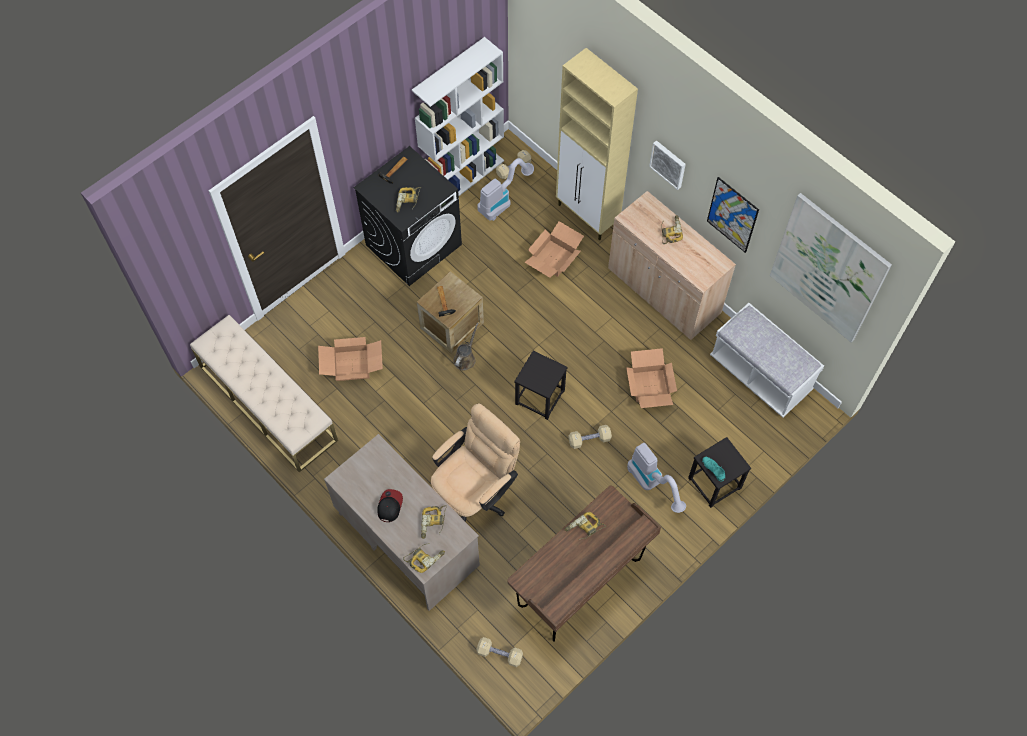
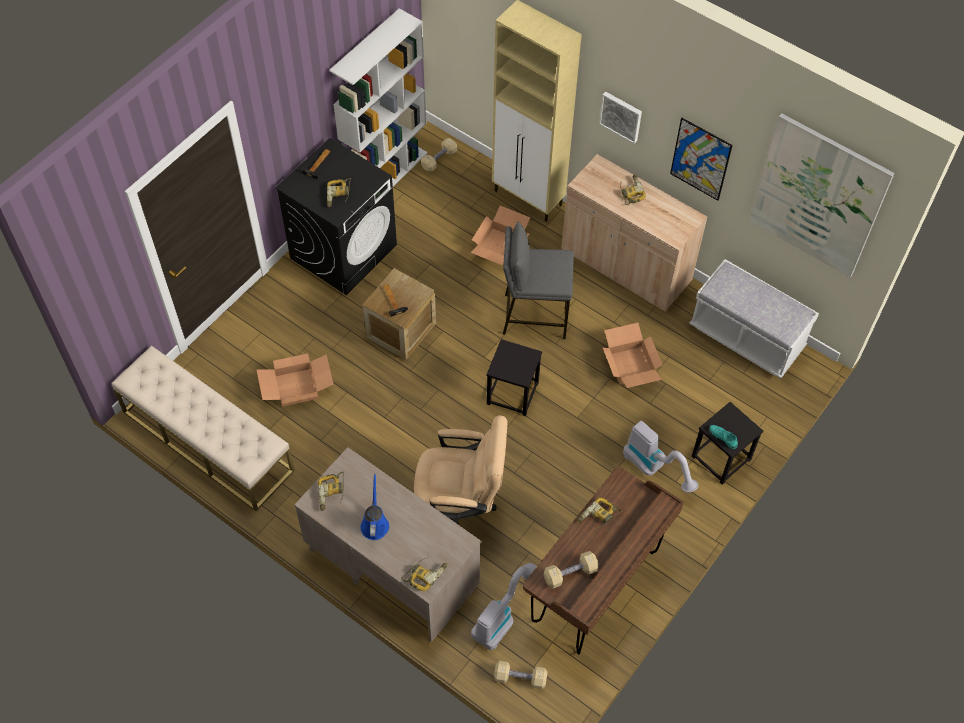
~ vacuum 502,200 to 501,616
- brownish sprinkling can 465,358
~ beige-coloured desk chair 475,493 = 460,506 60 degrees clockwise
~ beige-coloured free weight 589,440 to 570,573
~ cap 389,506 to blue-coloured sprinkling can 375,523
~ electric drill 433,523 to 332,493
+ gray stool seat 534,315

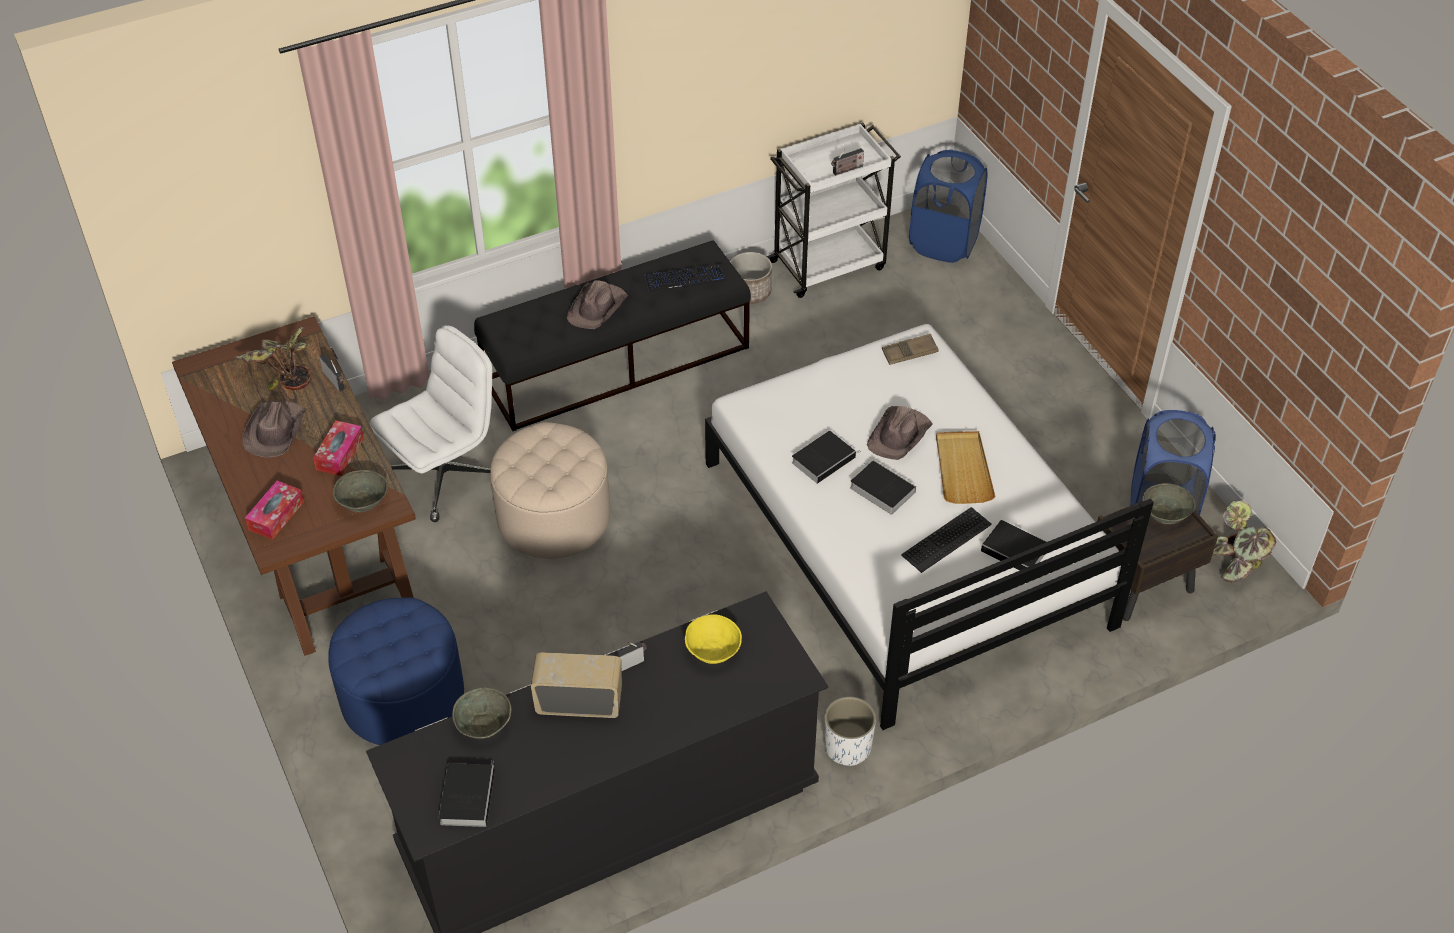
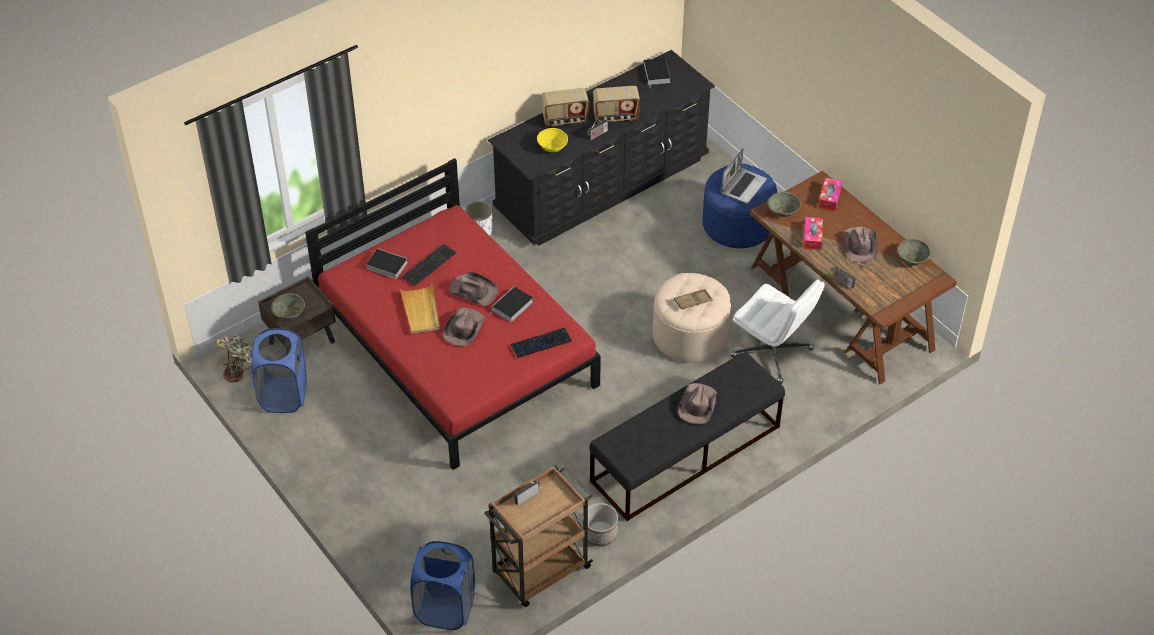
~ white cart 829,264 to brownish cart 540,571
~ PC keyboard 685,279 to 541,343
~ white bed 904,543 to reddish bed 457,349
~ white desk chair 445,476 = 773,353 90 degrees counterclockwise
- potted plant 278,373
~ brownish tray 909,352 to 692,301
~ volume 880,489 to brownish wearable hat 473,290
~ gray serving bowl 484,725 to 911,259
+ radio set 565,120
+ laptop 743,186

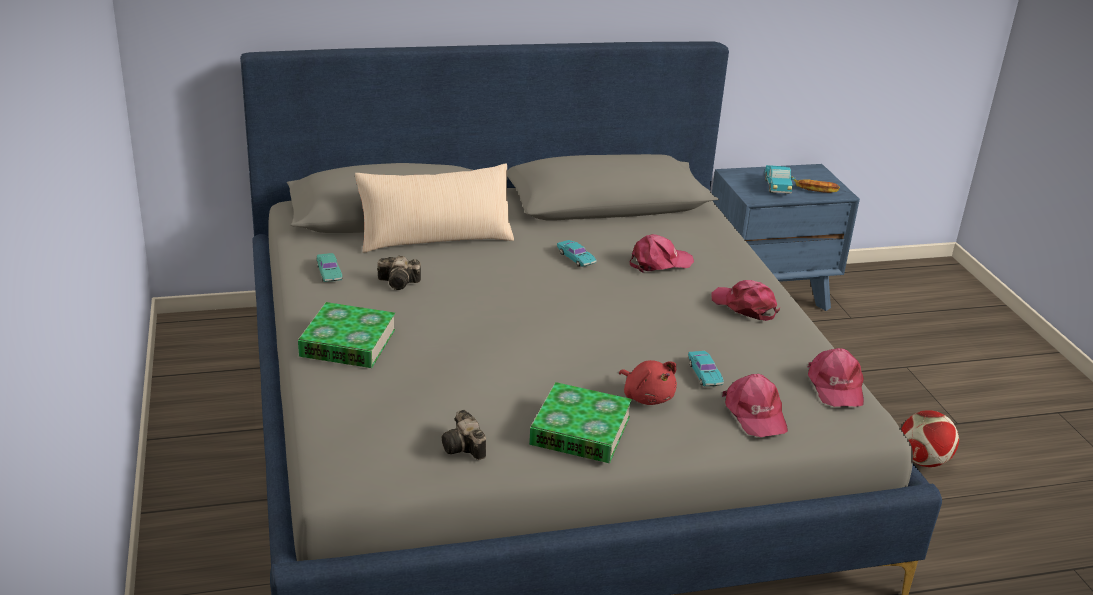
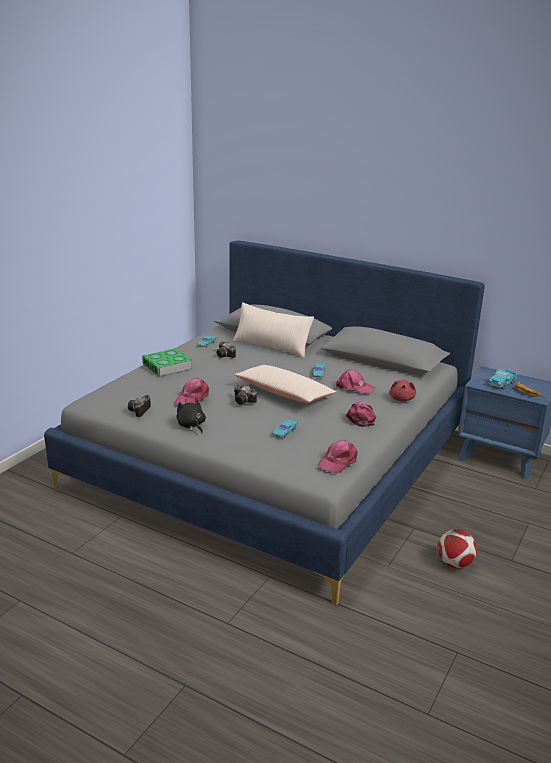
~ reddish cuddly toy 647,397 to 402,399
~ pink-coloured cap 754,413 to 193,397
~ volume 580,431 to black cuddly toy 191,425
+ beige-coloured throw pillow 284,393
+ still camera 244,401

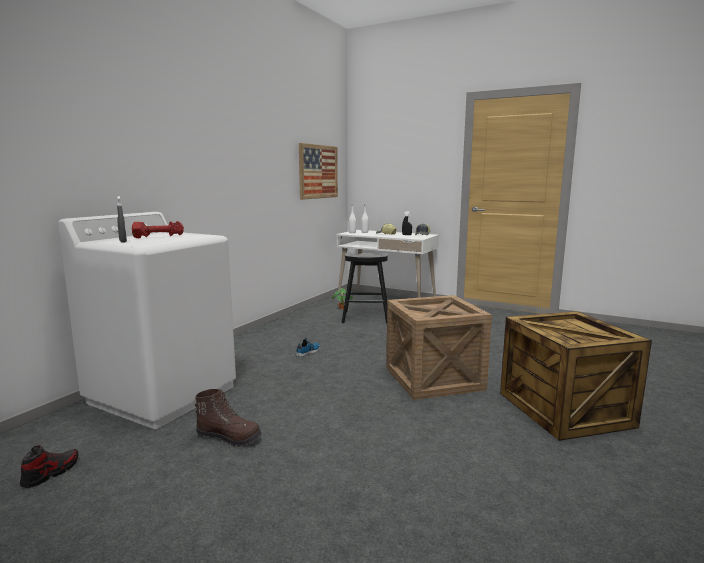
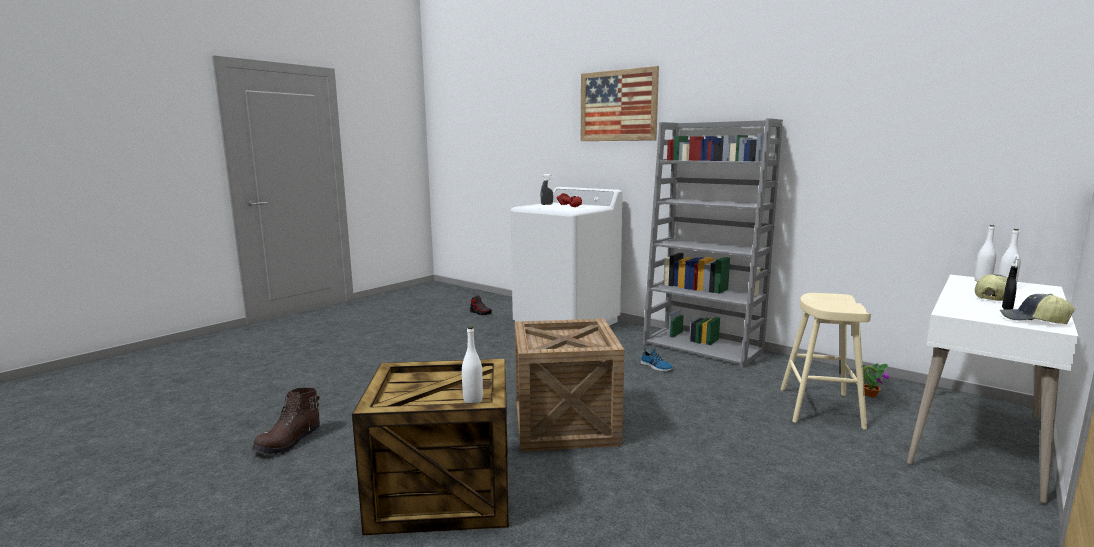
~ picture 318,171 to 618,105
~ black stool seat 366,318 to beige-coloured stool seat 820,408
~ brownish tall boot 229,437 to 289,442
+ gray bookcase 703,347
+ white drink bottle 473,400

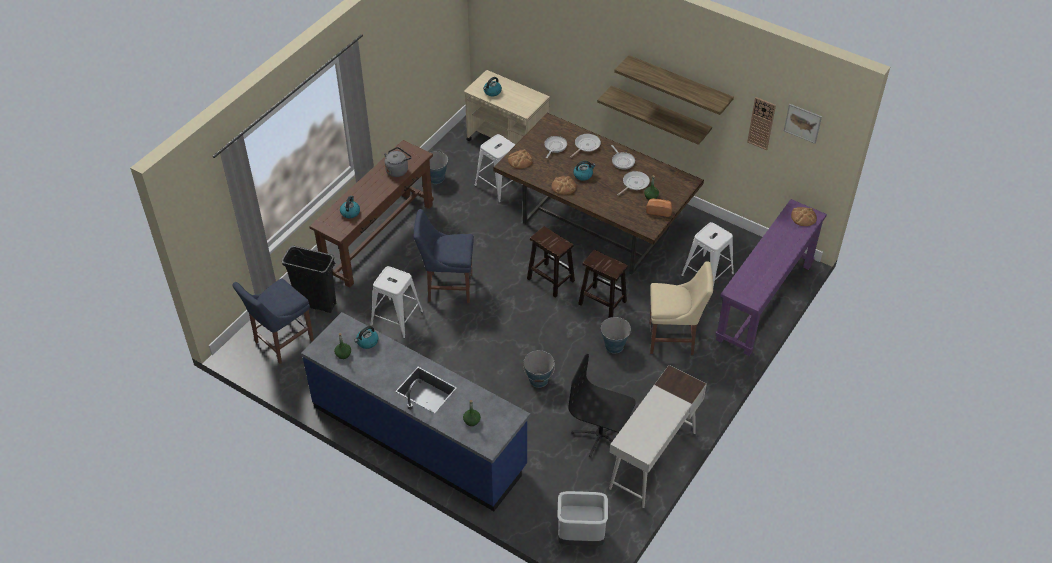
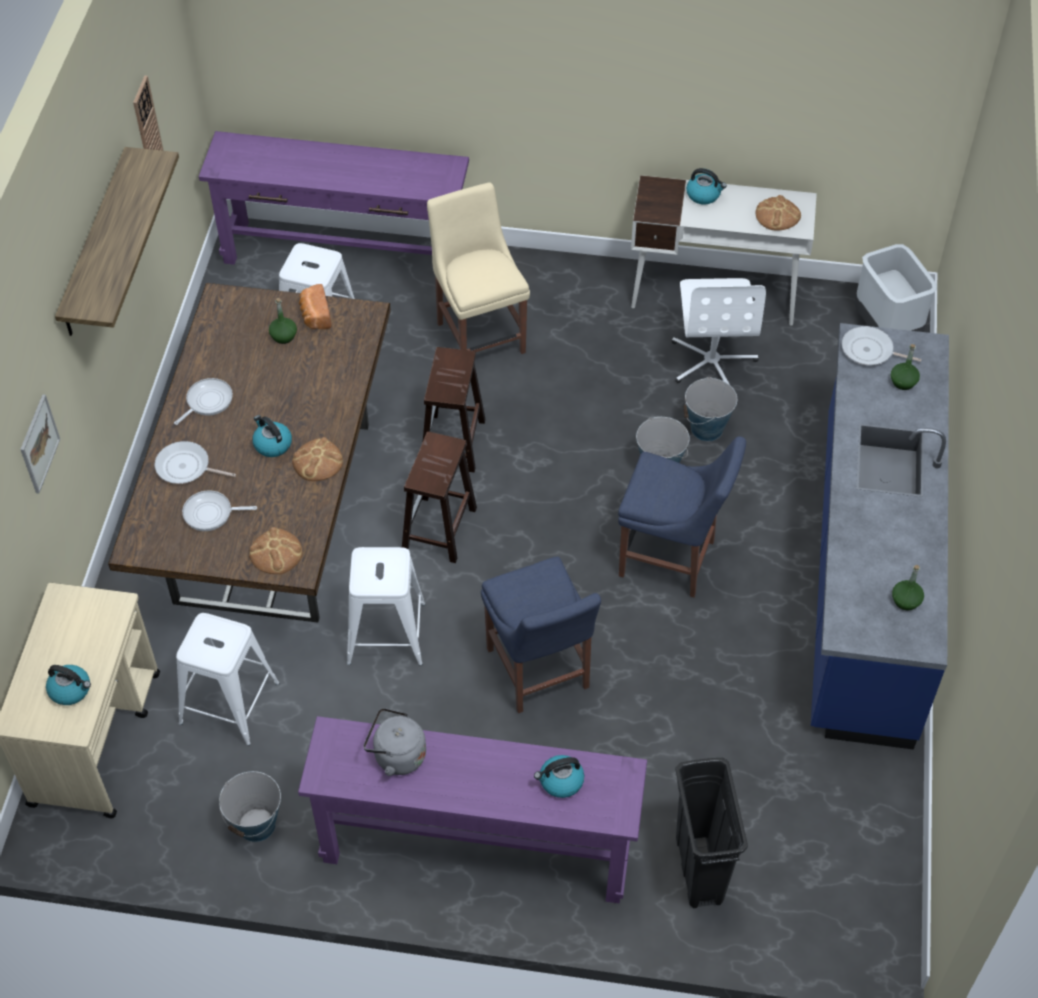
- shelf 660,114
~ picture 802,123 to 39,443
~ brownish hall table 379,238 to purple-coloured hall table 476,847
~ pan 634,183 to 870,351
~ bakery bread 803,217 to 777,215
~ white stool seat 397,318 to 386,633
~ blue-coloured chair 281,342 to 672,560
~ bucket 614,346 to 706,429
~ kettle 367,342 to 704,195
~ black desk chair 600,435 to white desk chair 712,361

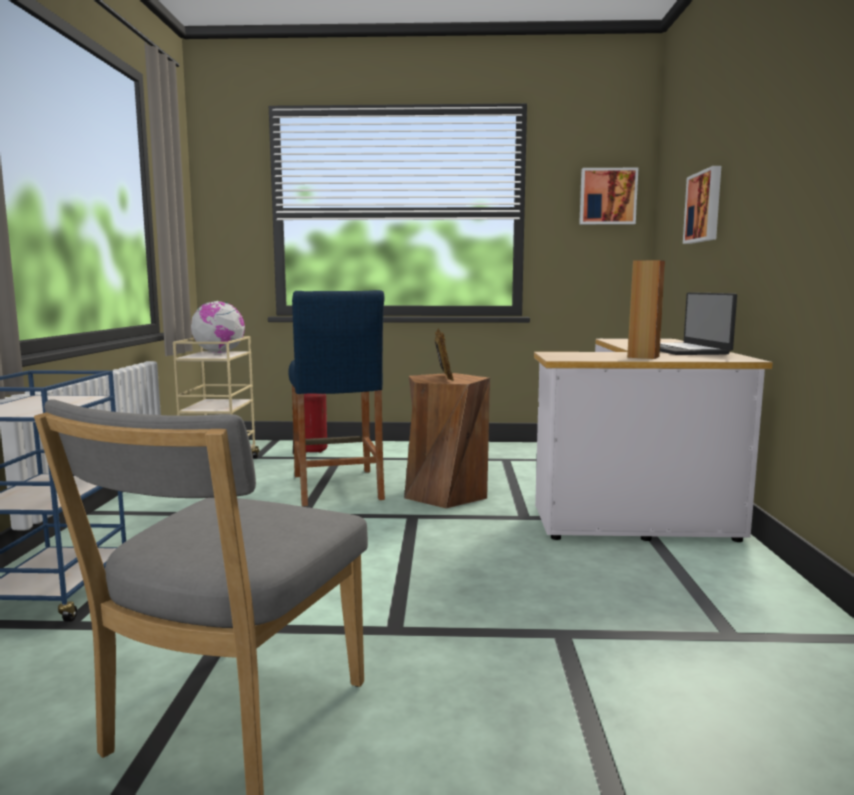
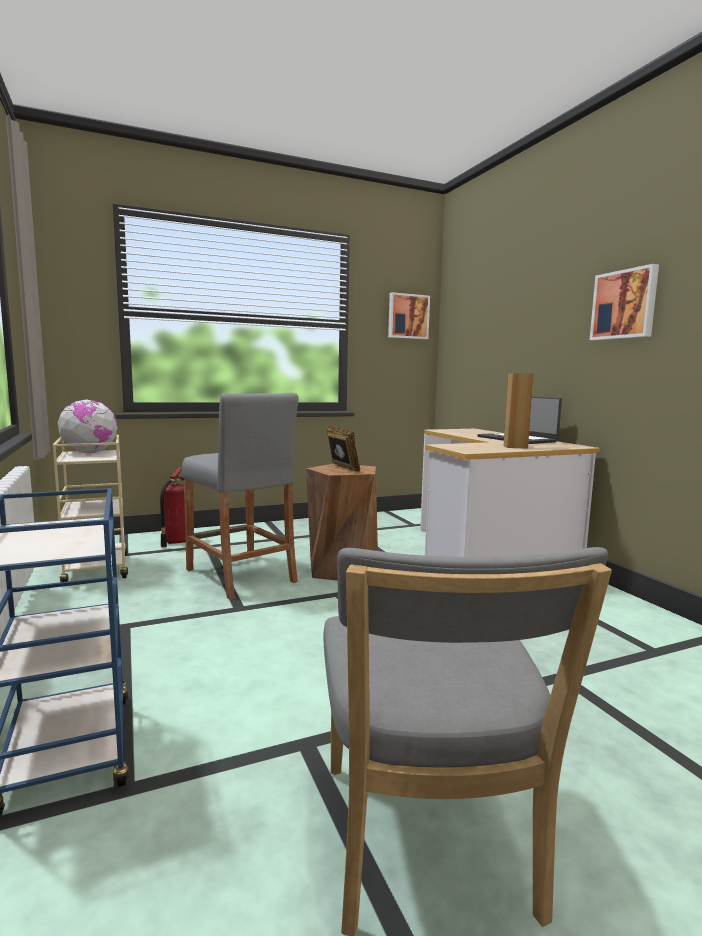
~ picture 705,207 to 625,305
~ blue-coloured stool seat 337,487 to gray stool seat 240,575

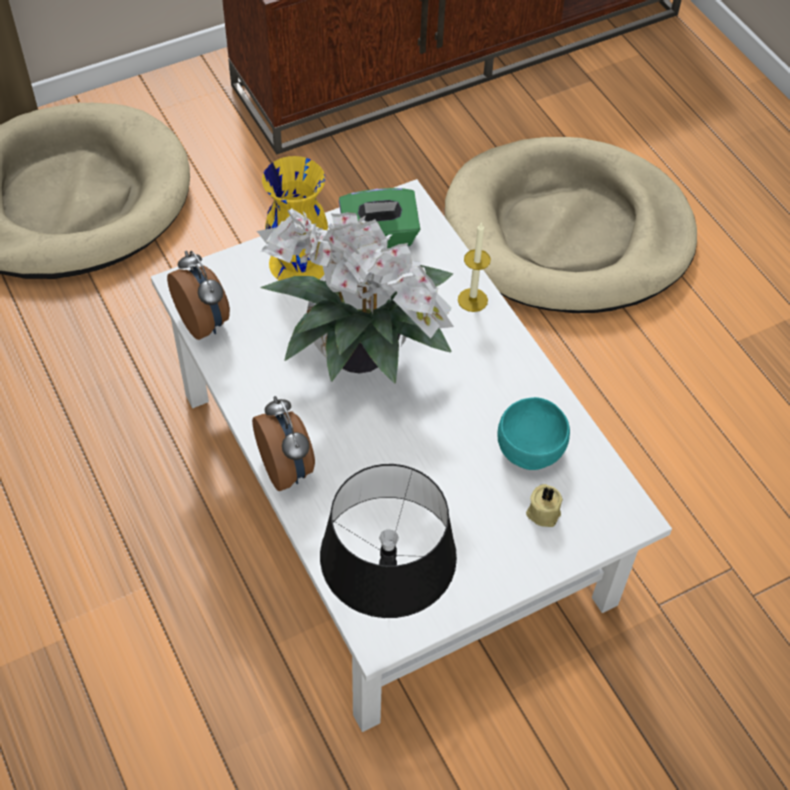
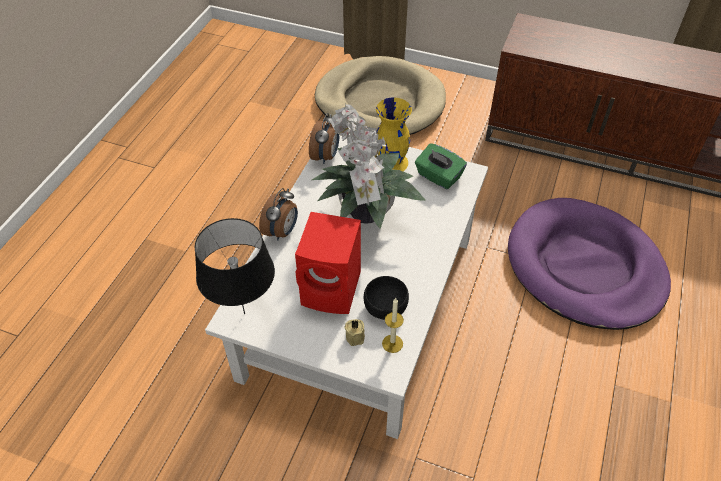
~ beige-coloured pet bed 567,233 to purple-coloured pet bed 584,267
~ wax candle 472,300 to 392,343
~ blue-green serving bowl 530,448 to black serving bowl 386,308
+ reddish speaker 333,289

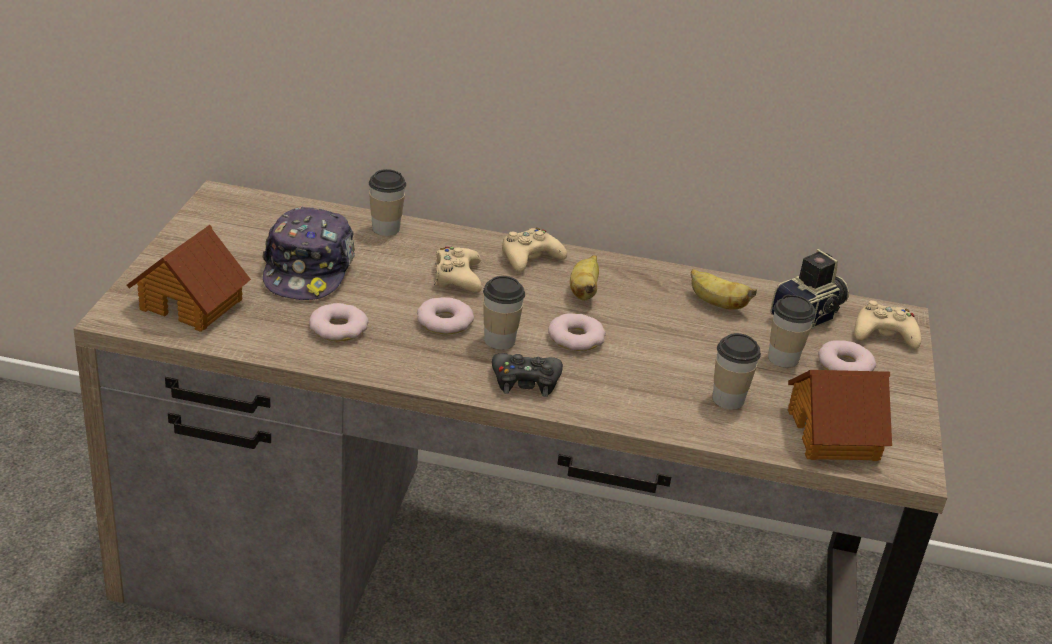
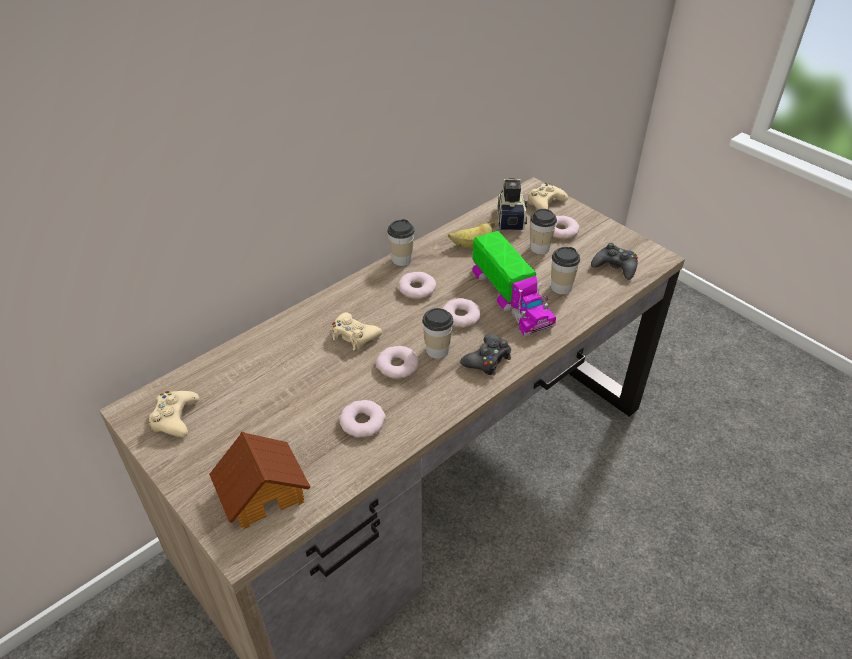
~ drinking cup 385,228 to 401,260
- cap 309,269
~ beige-coloured joypad 530,258 to 175,418
~ banana 583,291 to donut 416,289
~ model house 834,434 to black joypad 615,267
+ toy lorry 510,298

